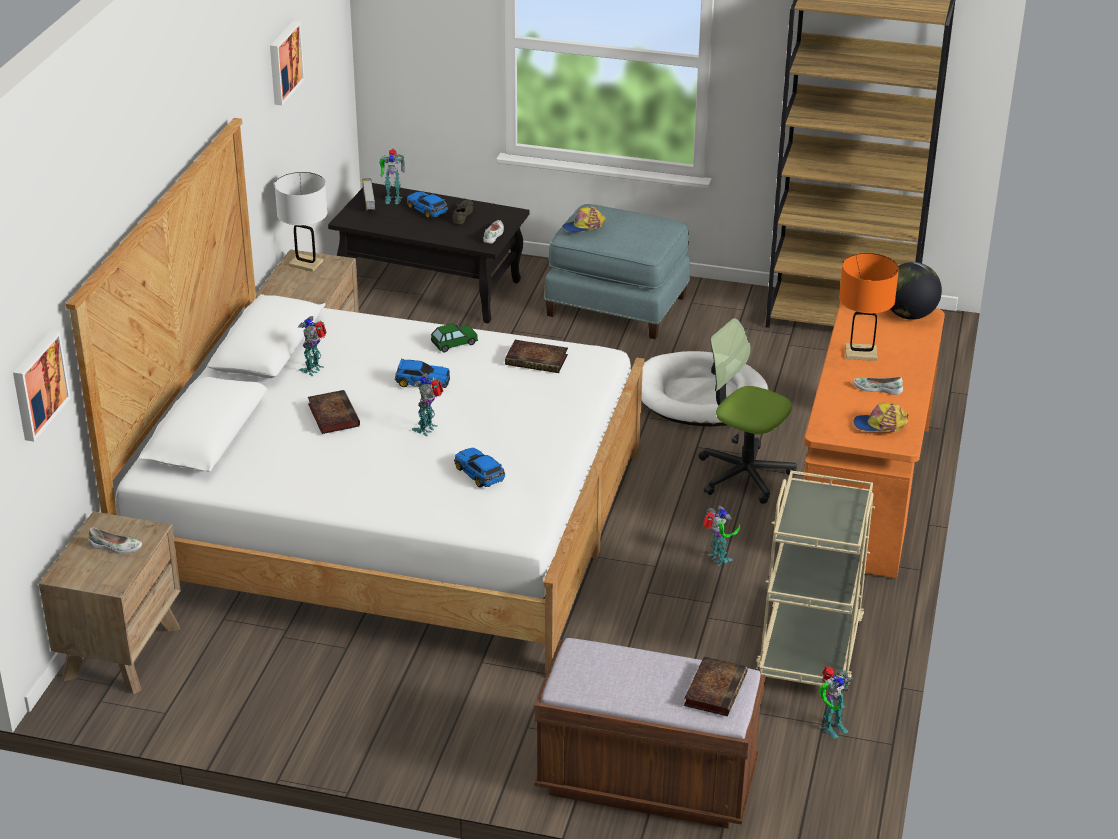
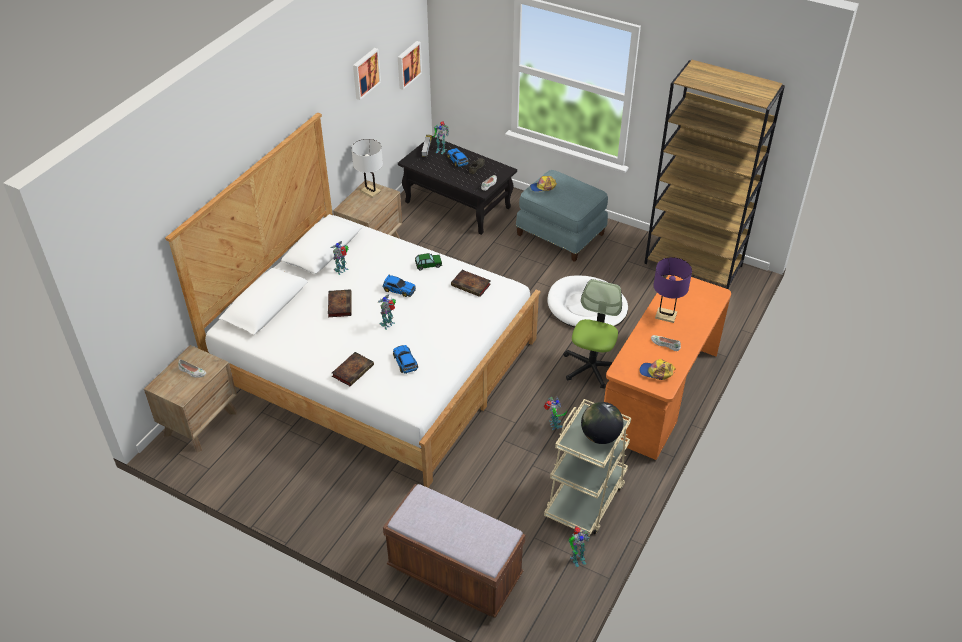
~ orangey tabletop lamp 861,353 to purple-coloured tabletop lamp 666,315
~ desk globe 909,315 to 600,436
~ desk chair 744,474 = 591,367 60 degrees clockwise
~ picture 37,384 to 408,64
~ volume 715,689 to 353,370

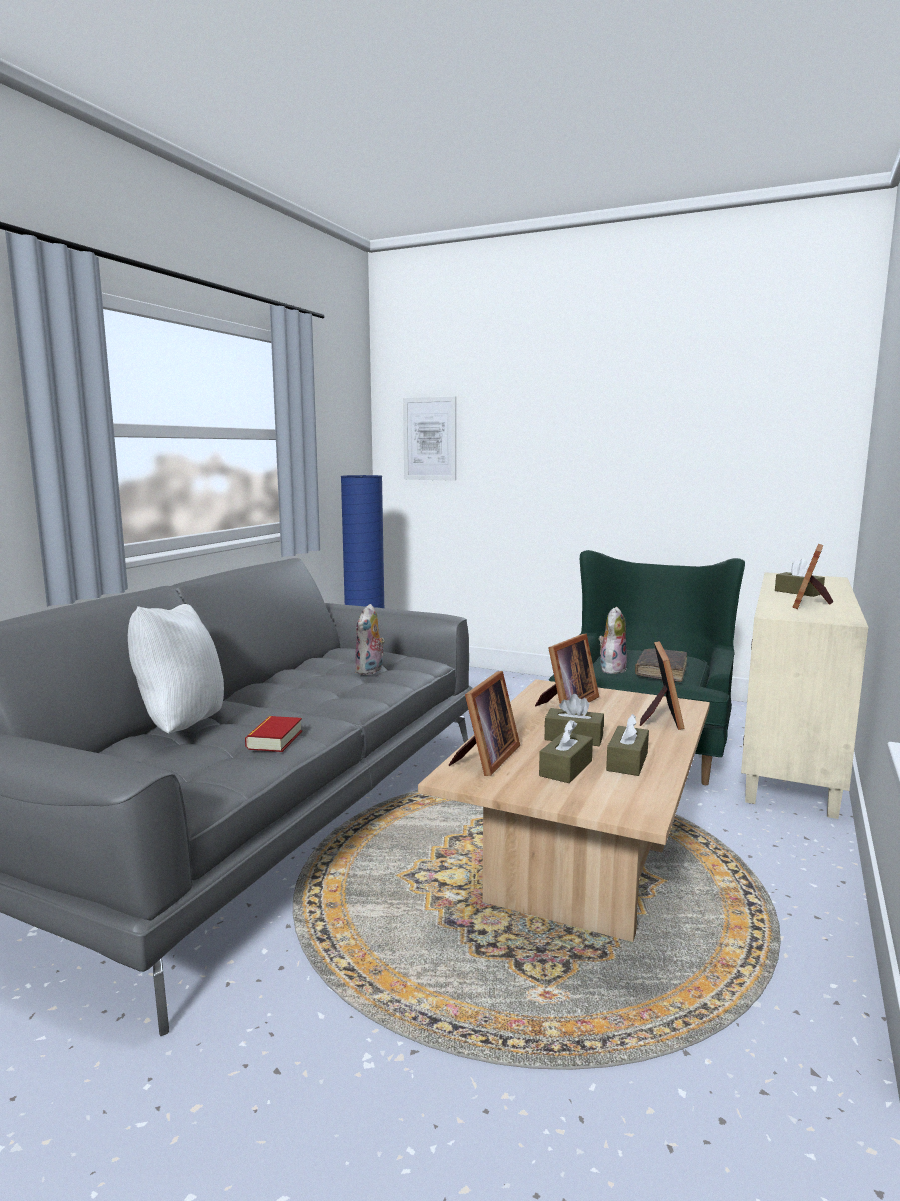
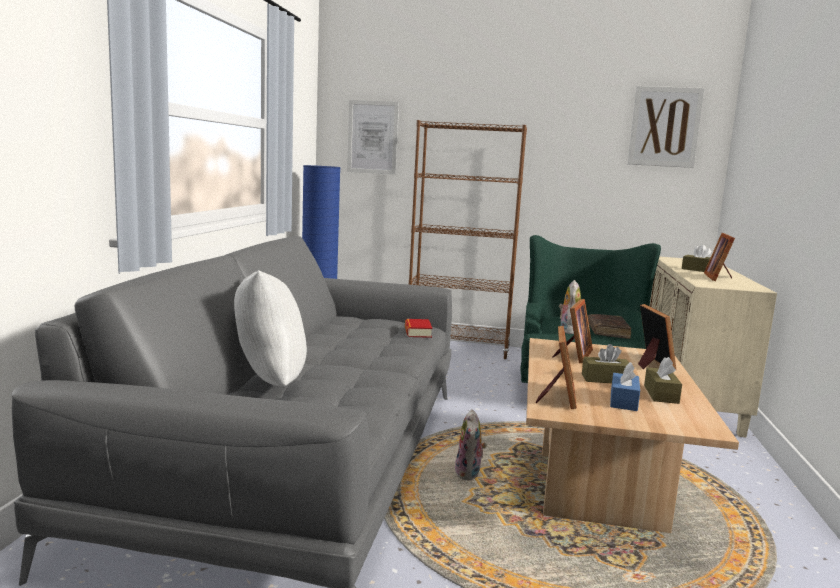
~ cuddly toy 370,671 to 469,474
~ volume 274,740 to 417,332
~ brownish box of tissues 566,768 to blue-coloured box of tissues 623,401
+ picture 664,127
+ brownish bookcase 458,349

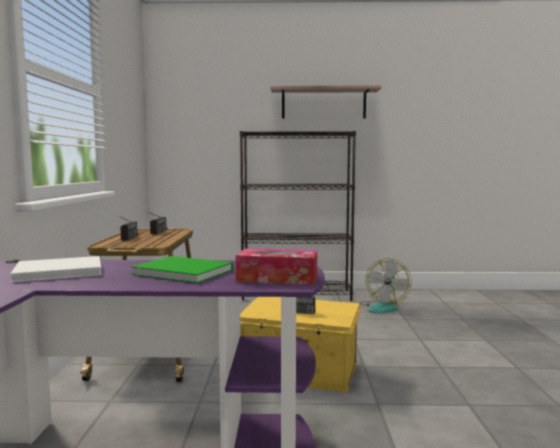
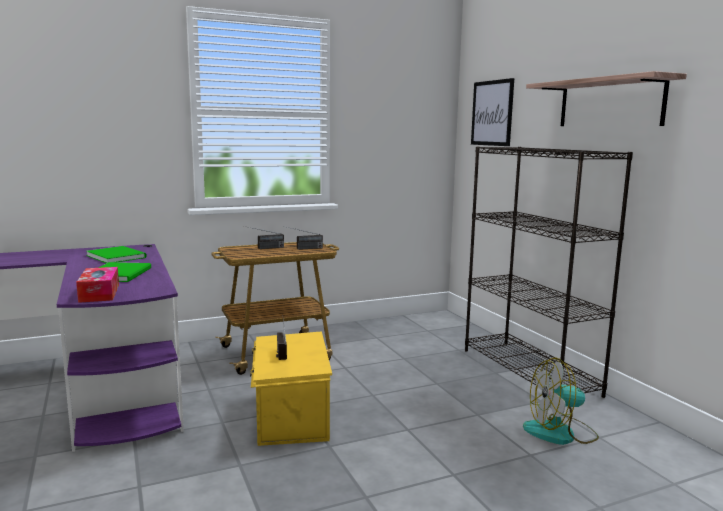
~ white volume 56,271 to green-coloured volume 117,256
+ picture 492,113

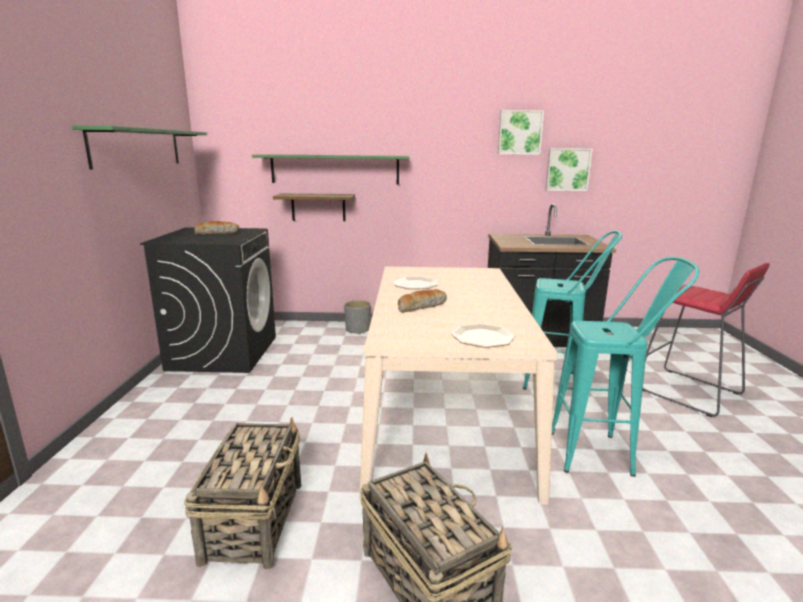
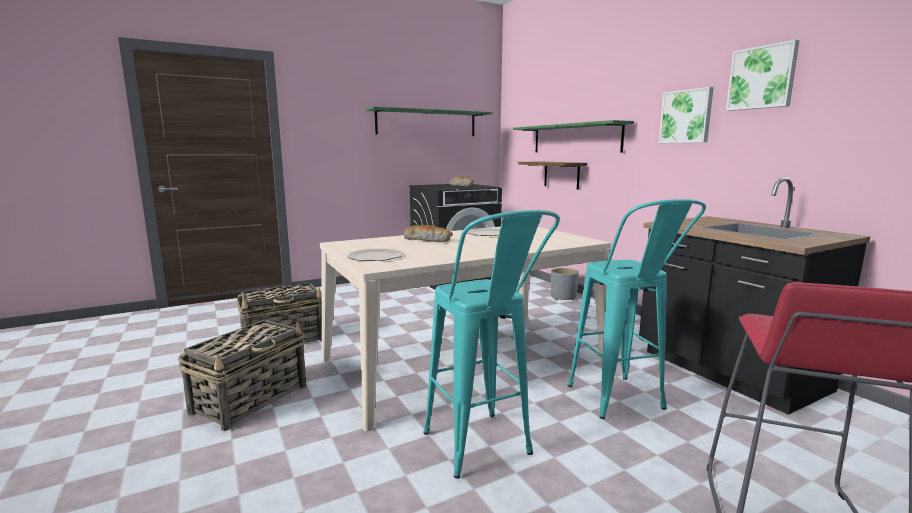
~ picture 567,169 to 686,116

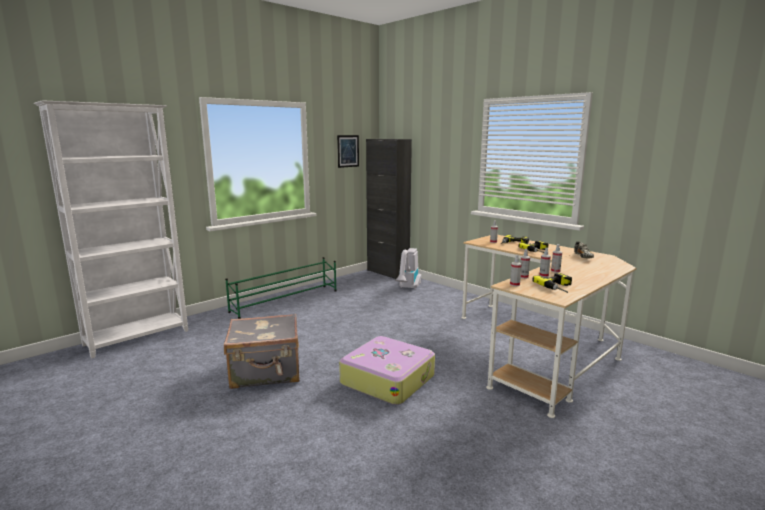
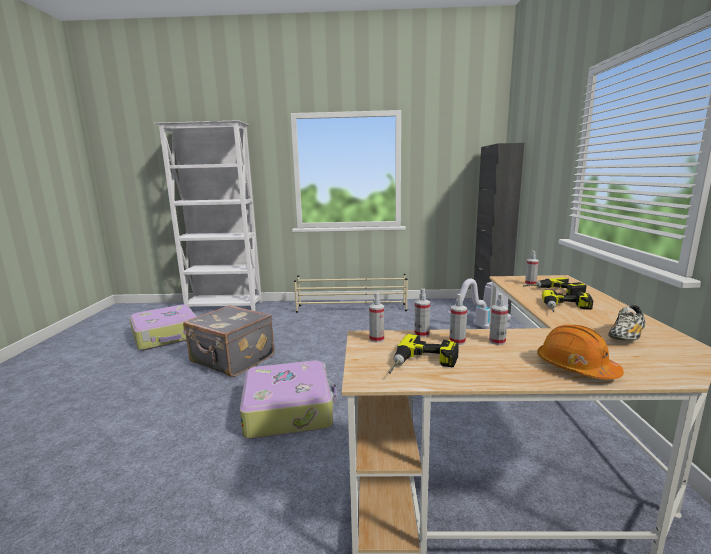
- picture 348,151
~ green-coloured shoe rack 286,301 to beige-coloured shoe rack 352,308
+ suitcase 167,336
+ orangey hard hat 575,368

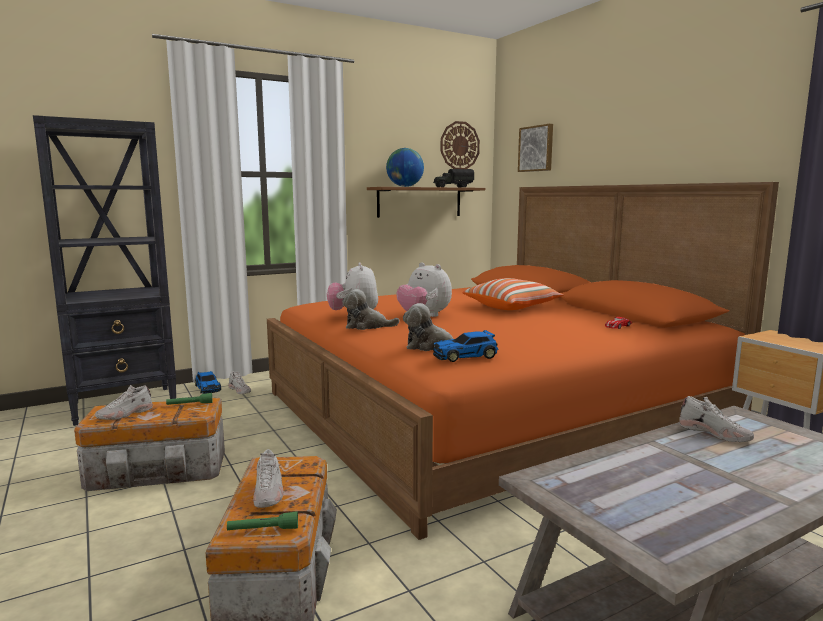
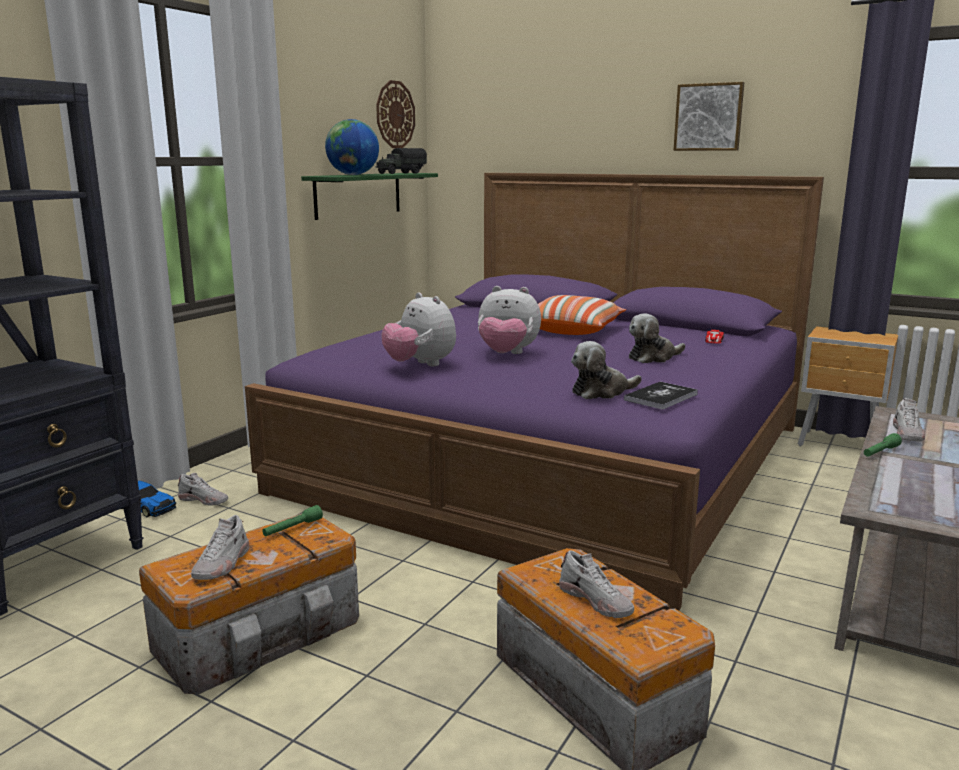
~ picture 536,148 to 709,117
~ orangey bed 489,409 to purple-coloured bed 552,457
~ brownish shelf 419,202 to green-coloured shelf 358,195
~ cuddly toy 367,326 to 653,357
~ toy car 466,356 to volume 661,397
~ white low shoe 715,433 = 907,434 90 degrees clockwise
~ green-coloured flashlight 263,530 to 880,452

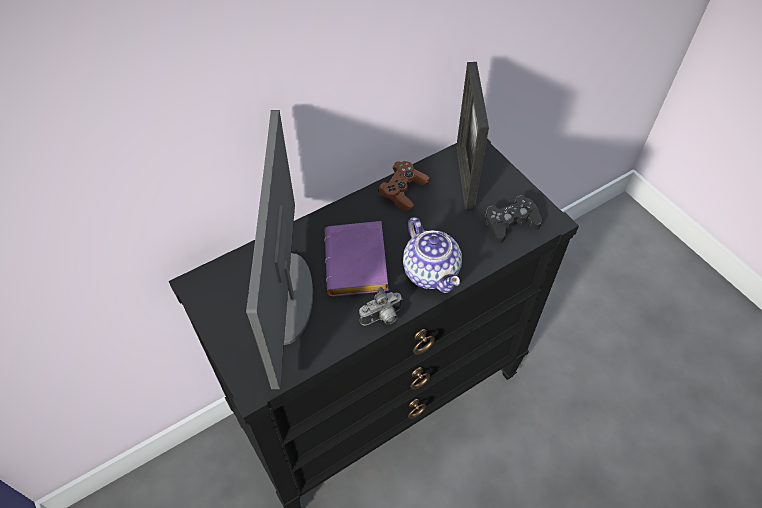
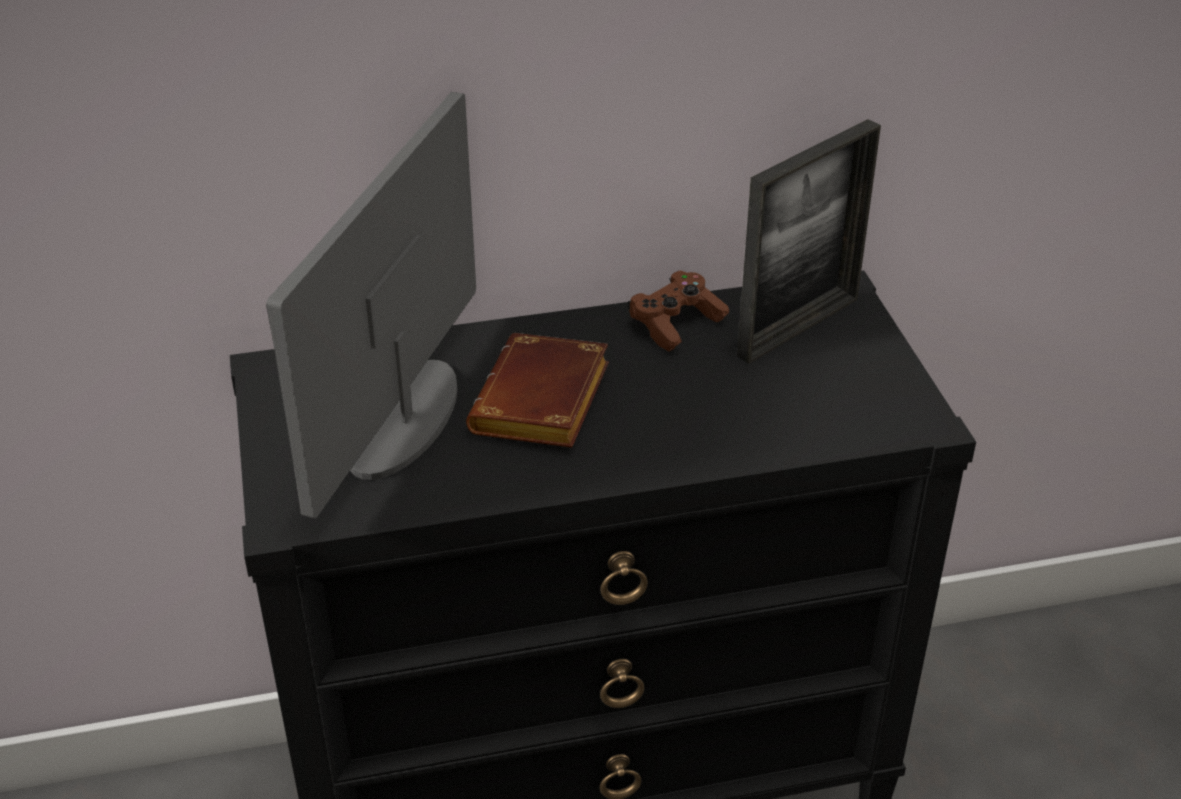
~ picture frame 464,177 = 798,327 150 degrees counterclockwise
- black joypad 510,223
- teapot 431,271
~ purple-coloured volume 359,265 to brownish volume 543,405
- still camera 382,318

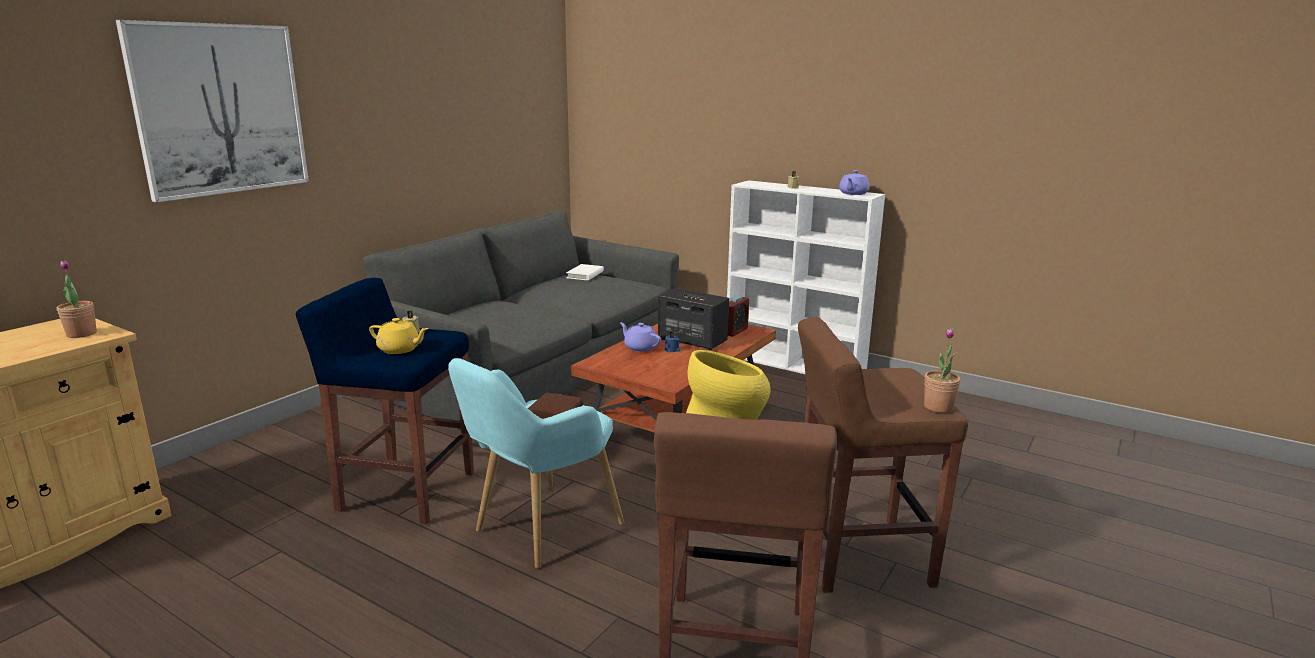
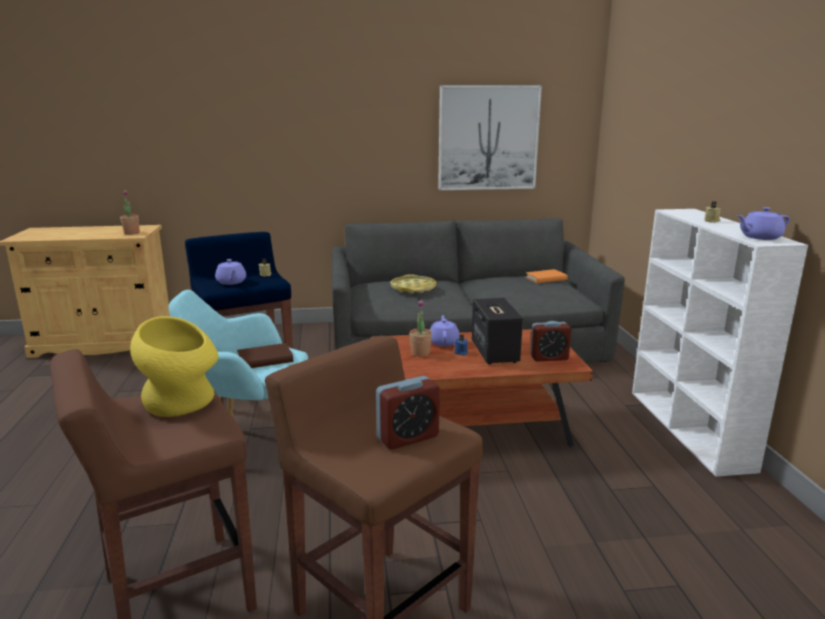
~ picture 220,109 to 488,138
~ white volume 585,275 to orangey volume 546,279
~ yellowish teapot 400,349 to purple-coloured teapot 231,282
~ potted plant 938,407 to 420,353
+ yellowish tray 413,288
+ bedside clock 408,437

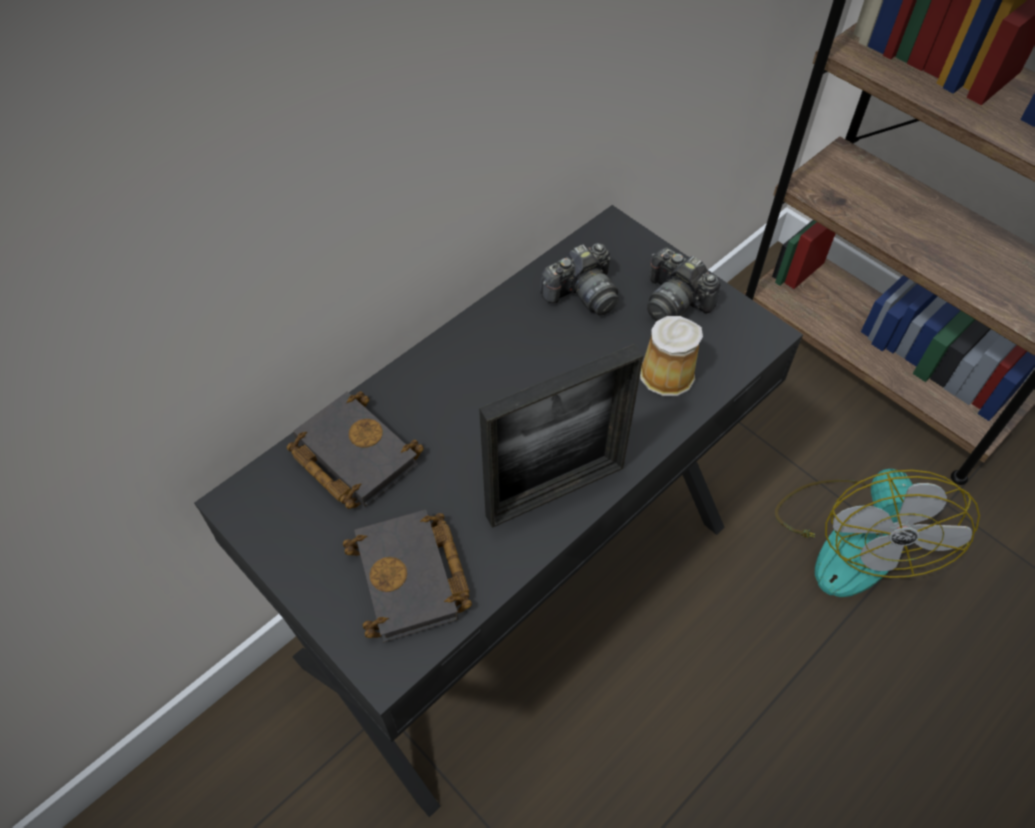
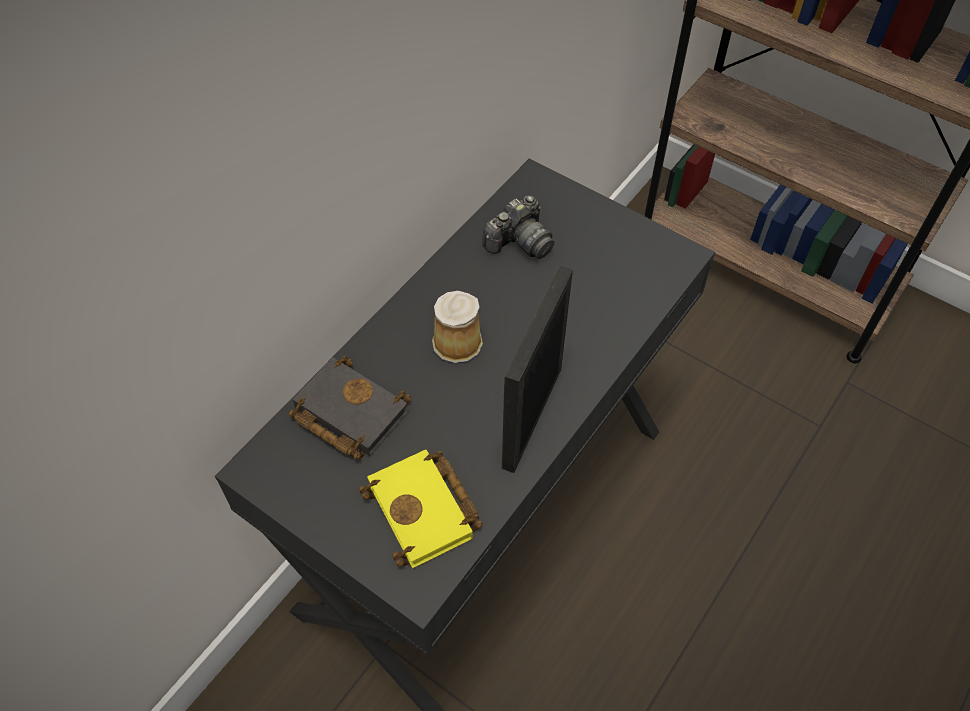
- still camera 674,301
~ coffee mug 665,372 to 455,340
~ picture frame 555,491 = 532,417 150 degrees clockwise
- fan 851,538
~ black volume 413,580 to yellowish volume 426,512

